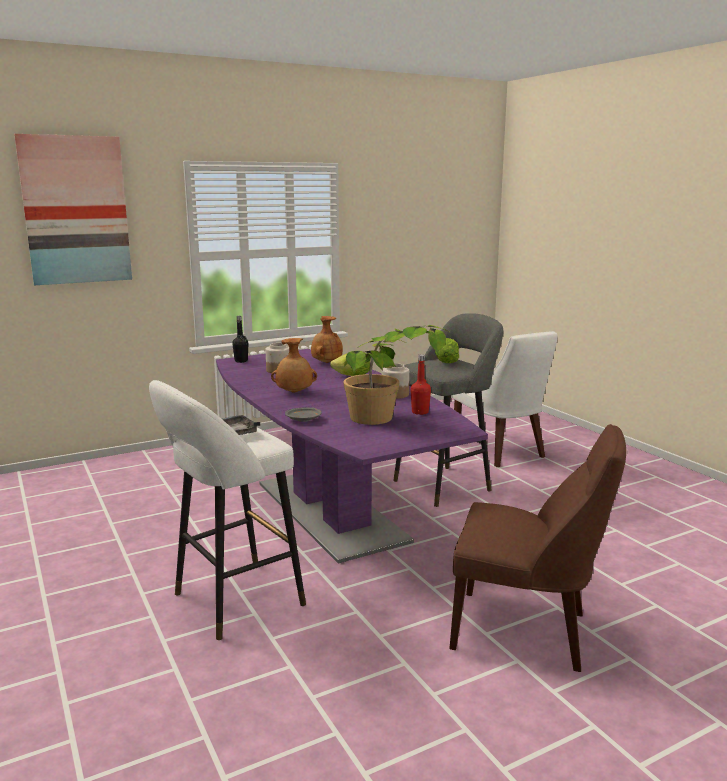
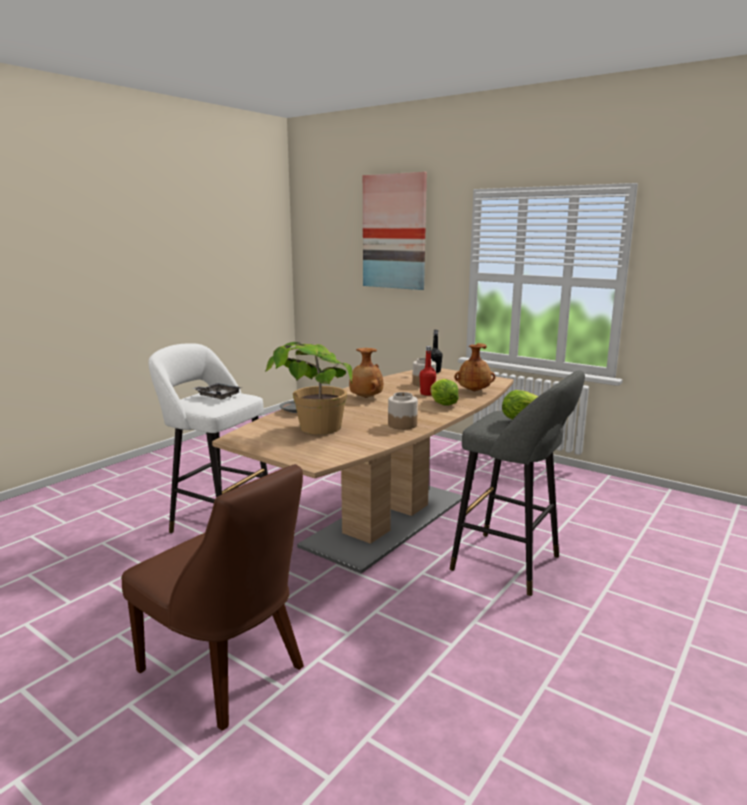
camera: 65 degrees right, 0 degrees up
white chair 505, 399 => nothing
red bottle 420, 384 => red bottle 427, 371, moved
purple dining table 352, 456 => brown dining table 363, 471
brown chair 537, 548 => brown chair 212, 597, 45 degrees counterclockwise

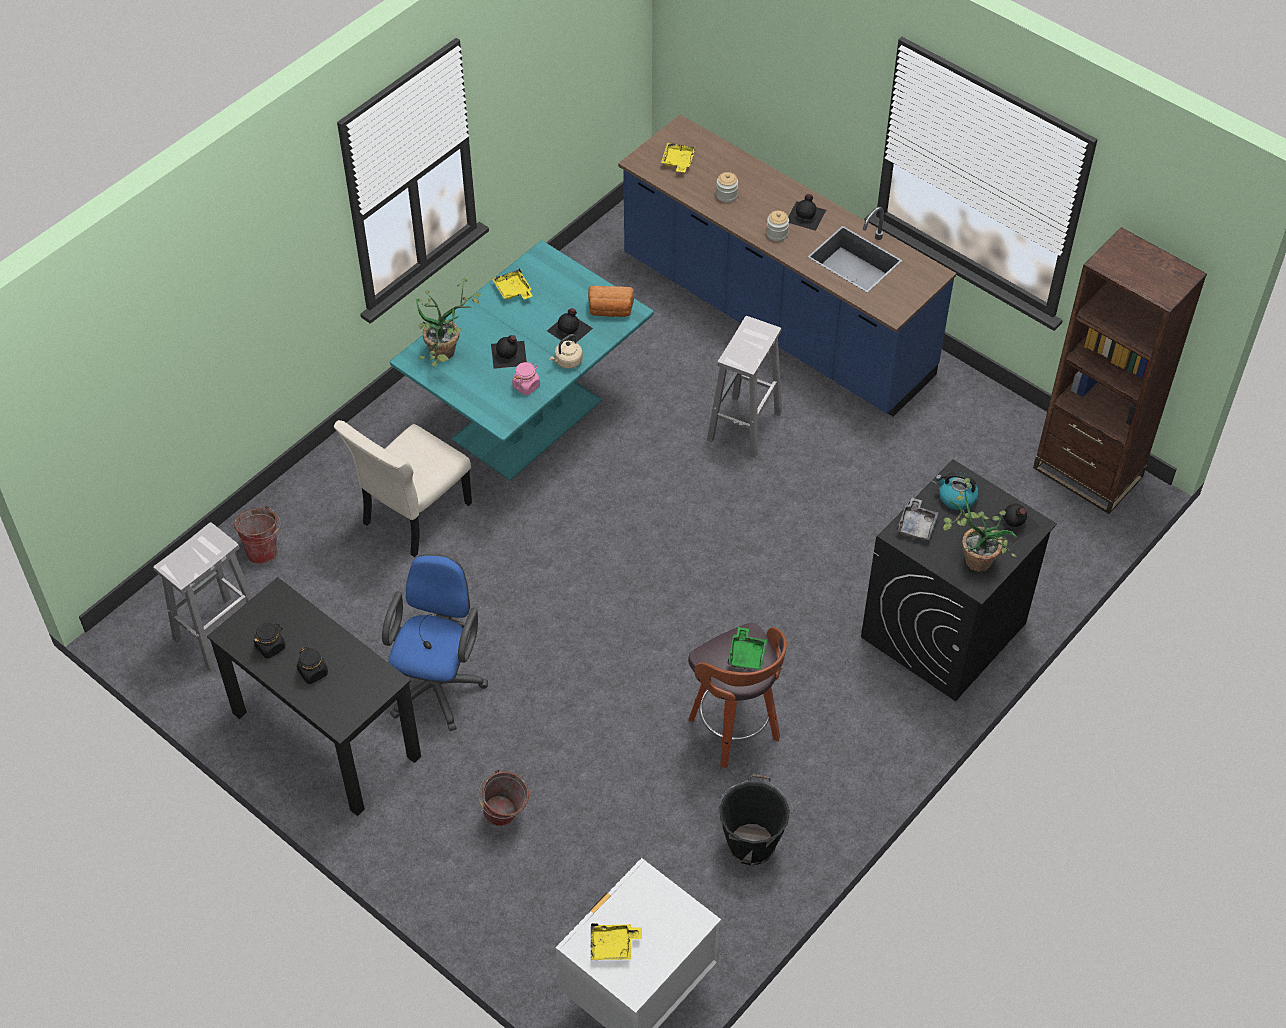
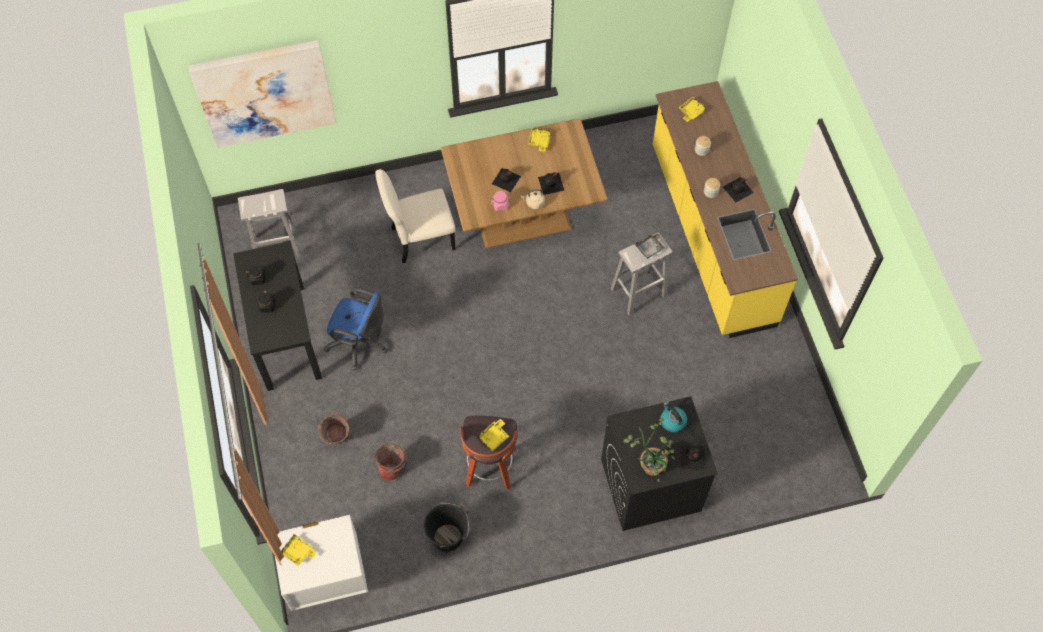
camera: 35 degrees right, 10 degrees up
potted plant 448, 322 => nothing
bread 611, 301 => nothing
brown bookcase 1120, 370 => nothing
nothing => picture 262, 94
bucket 257, 535 => bucket 390, 462, moved
grey tray 918, 519 => grey tray 650, 245, moved
turquoise dining table 522, 360 => brown dining table 524, 183
blue counter 787, 265 => yellow counter 725, 209
green tray 747, 648 => yellow tray 493, 435
blue office chair 435, 642 => blue office chair 356, 329, 60 degrees clockwise

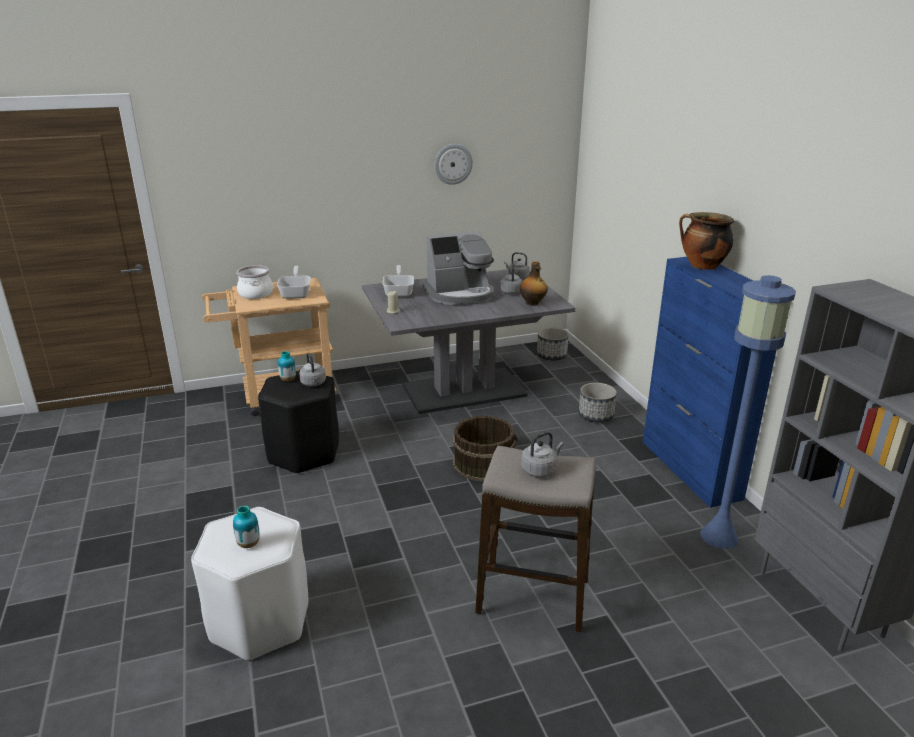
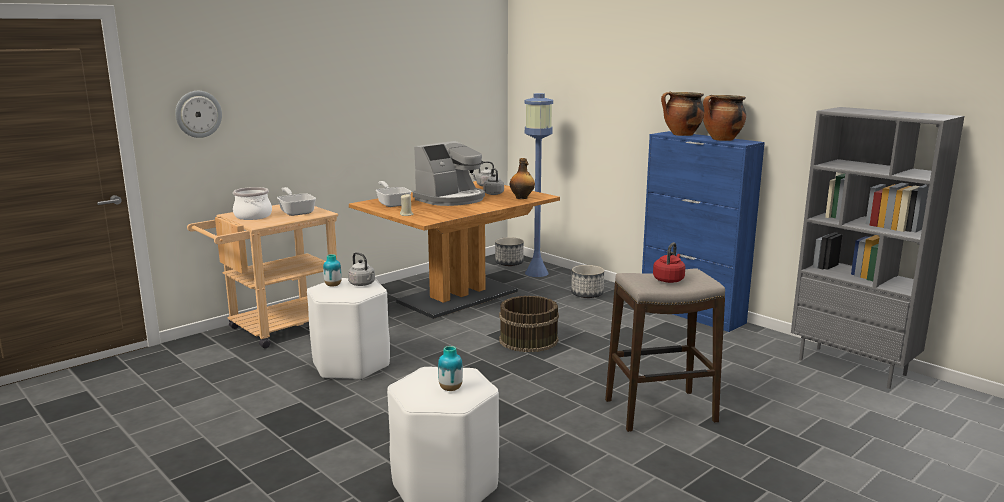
camera: 25 degrees left, 10 degrees down
nothing => cooking pot 724, 118
wall clock 453, 164 => wall clock 198, 114, moved
blue floor lamp 748, 412 => blue floor lamp 539, 185, moved
black stool 298, 422 => white stool 348, 329
grey dining table 469, 342 => brown dining table 454, 250
grey kettle 542, 454 => red kettle 669, 262

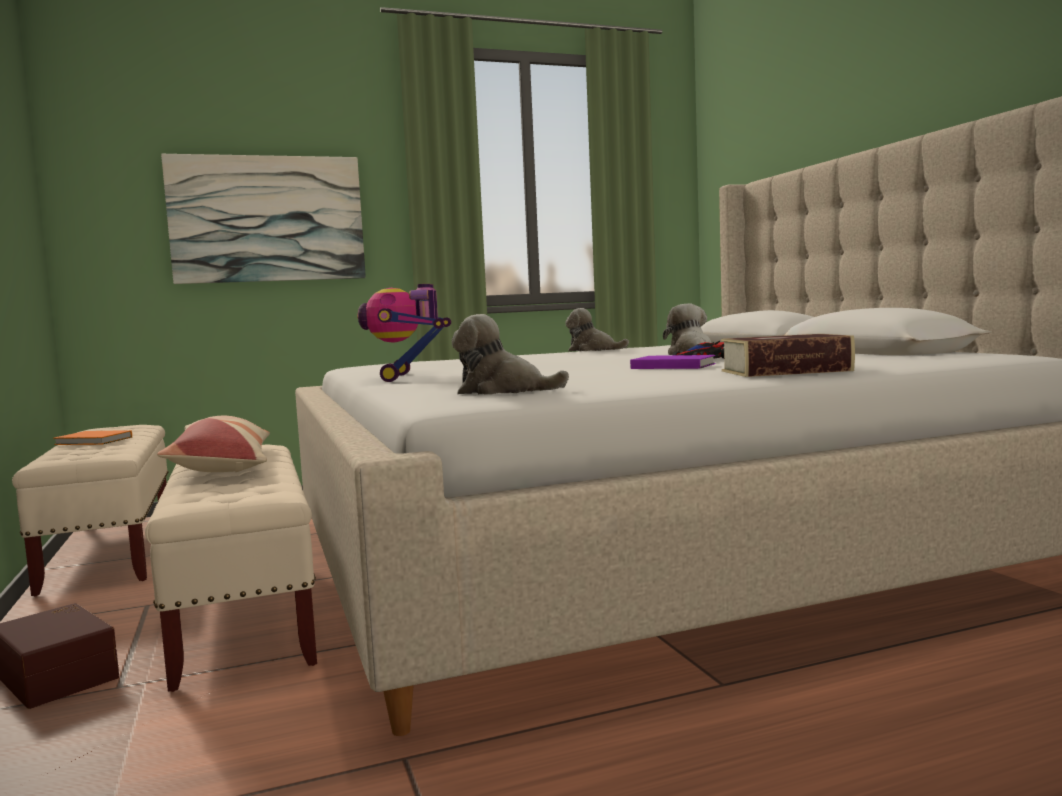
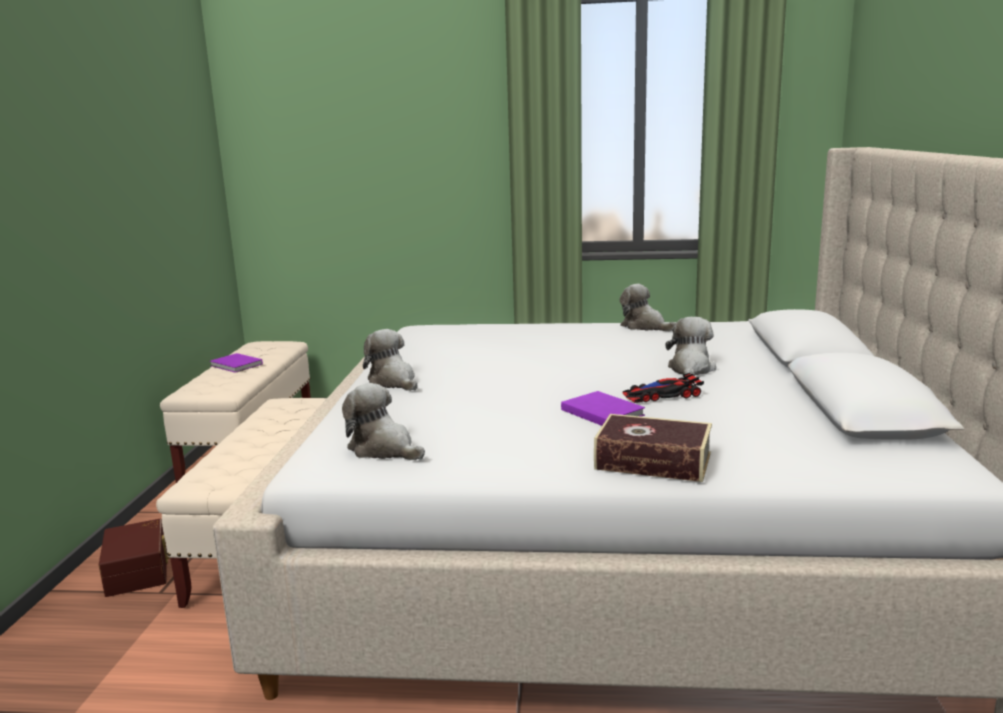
camera: 25 degrees right, 10 degrees up
pillow 213, 444 => nothing
picture 263, 219 => nothing
toy robot 404, 333 => plush toy 390, 360
orange book 92, 437 => purple book 236, 363

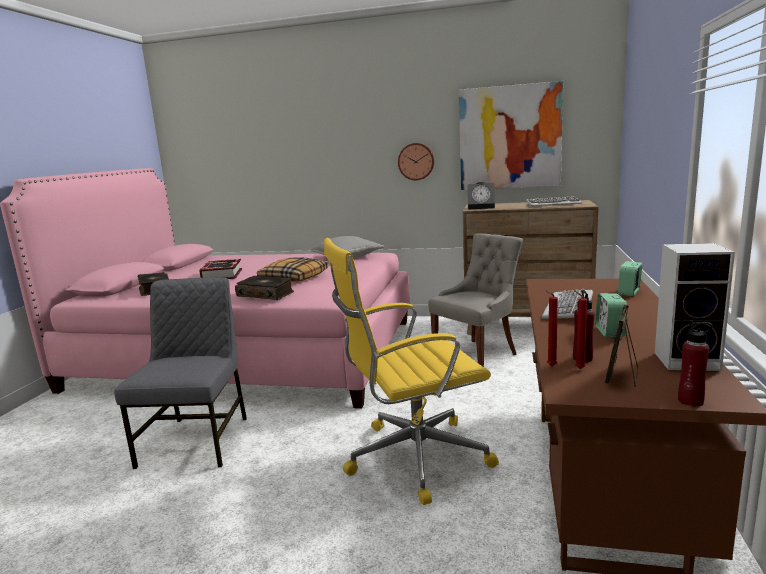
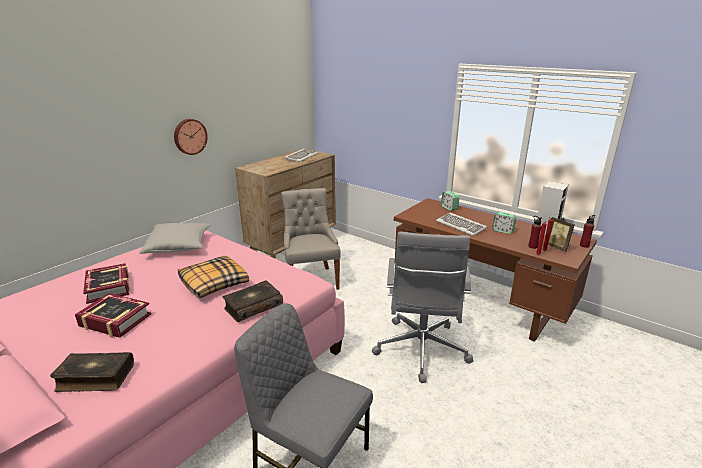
camera: 65 degrees left, 10 degrees up
picture 511, 135 => nothing
alarm clock 481, 195 => nothing
nothing => book 106, 283
yellow office chair 411, 371 => grey office chair 422, 307

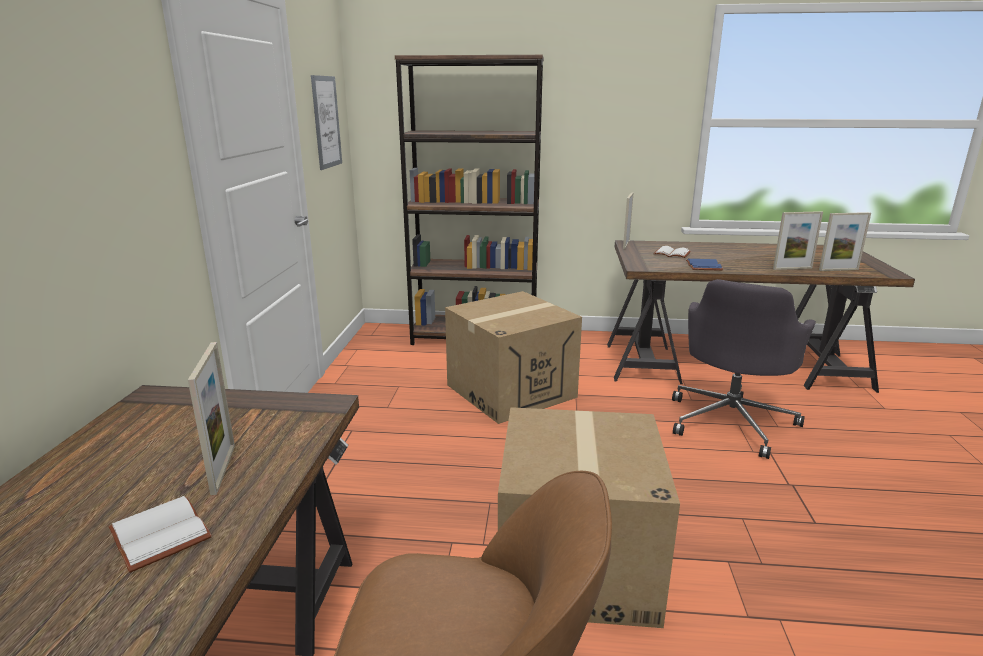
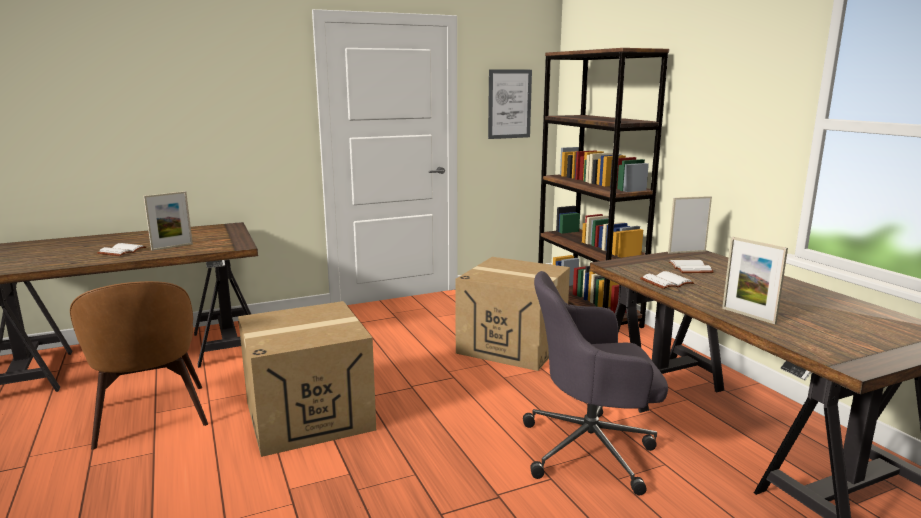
camera: 60 degrees right, 5 degrees down
picture frame 845, 241 => nothing
blue book 704, 265 => white book 667, 280

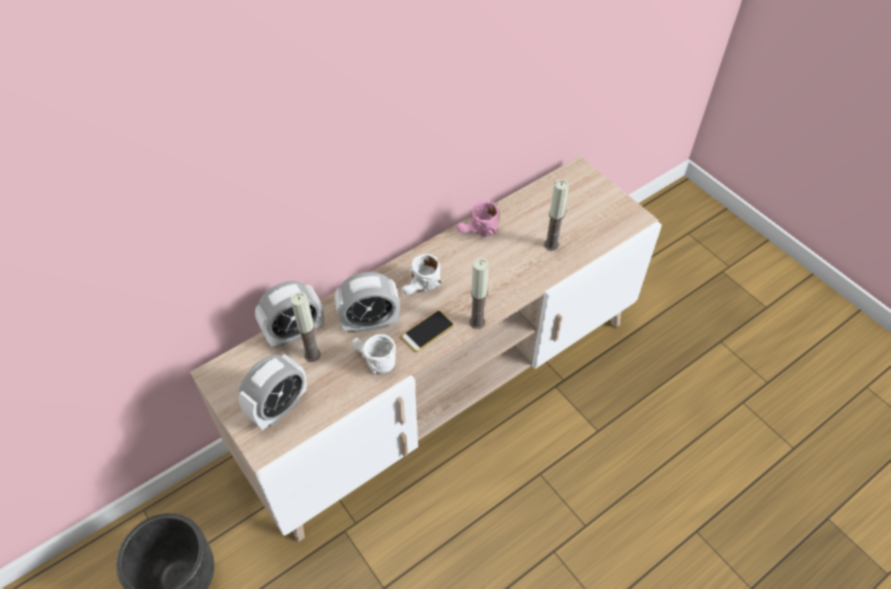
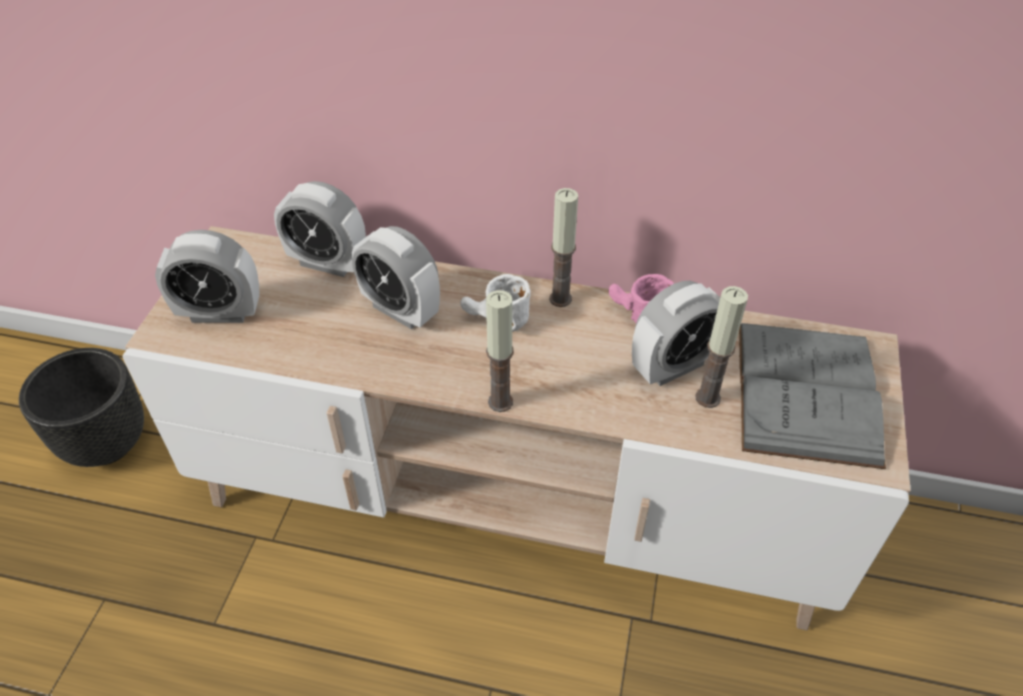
camera: 50 degrees right, 5 degrees down
white mug 374, 354 => nothing
phone 427, 331 => nothing
nothing => alarm clock 676, 333
nothing => grey book 812, 396
candle 306, 327 => candle 563, 247, moved

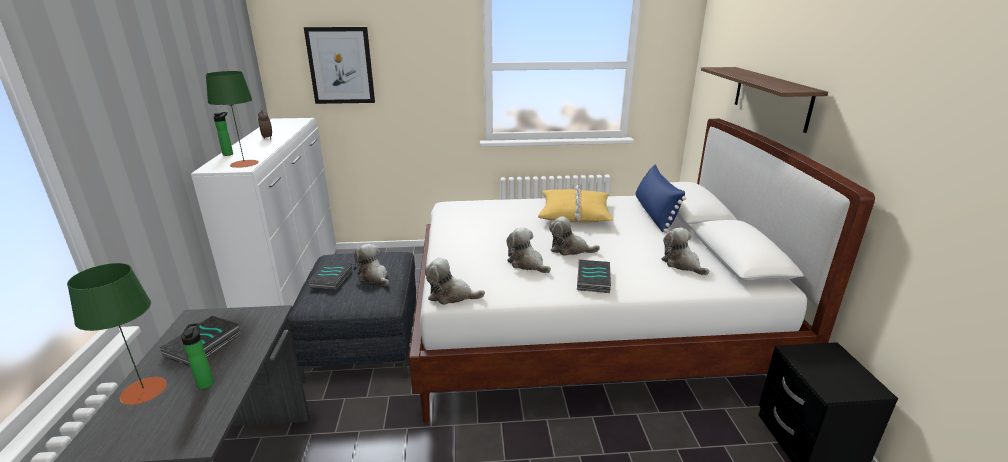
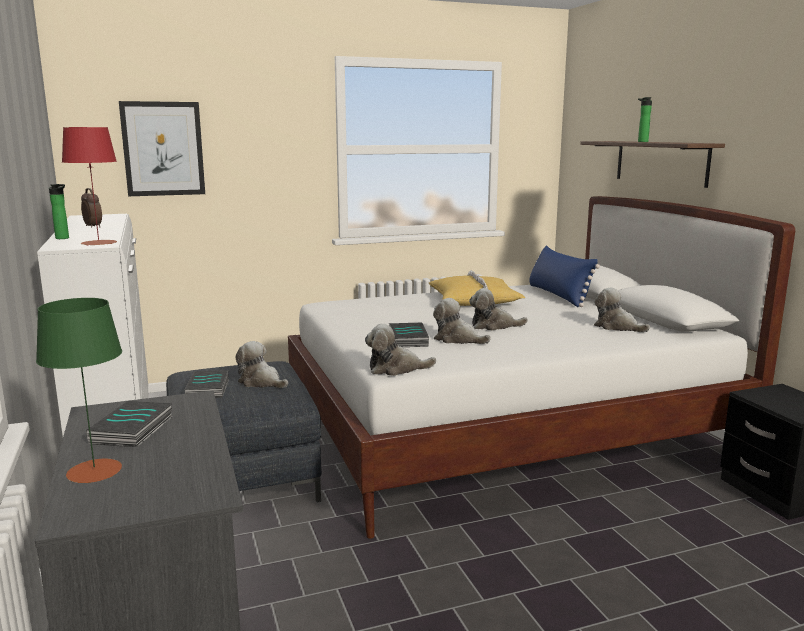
camera: 15 degrees left, 10 degrees down
bottle 197, 356 => bottle 645, 119, moved
book 594, 276 => book 409, 335, moved
green table lamp 232, 119 => red table lamp 89, 186

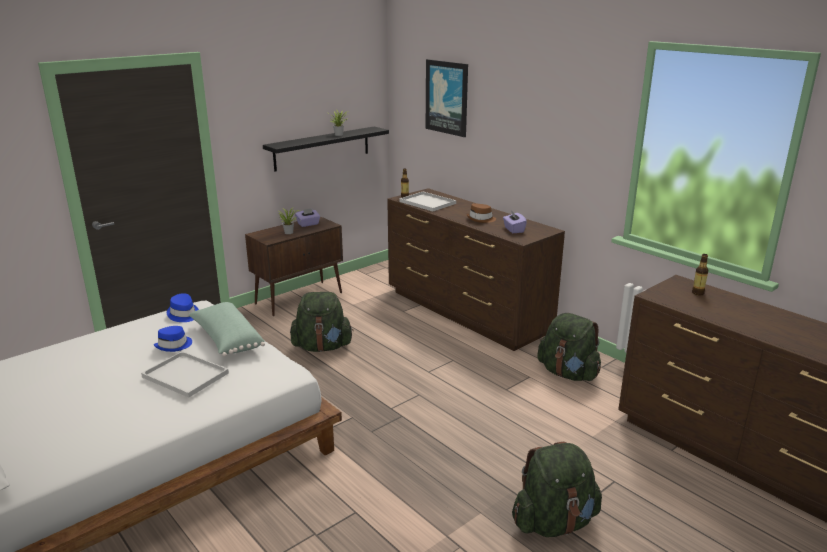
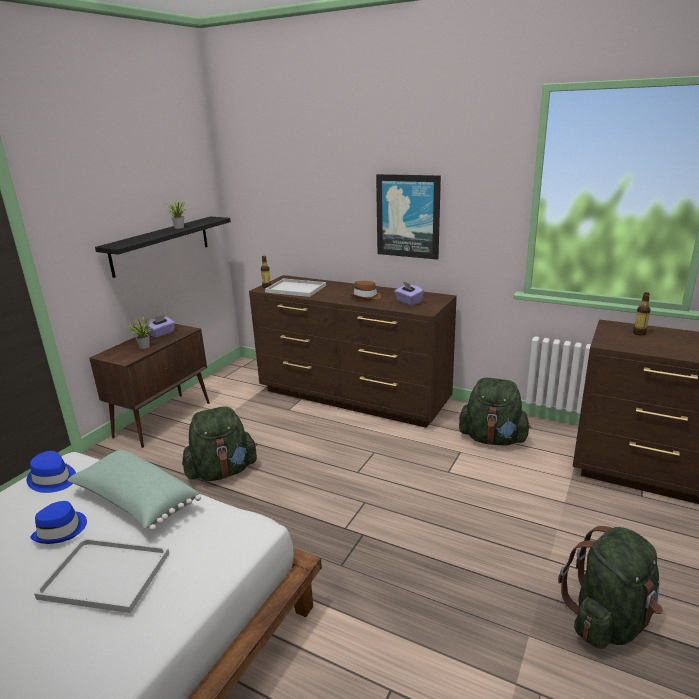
camera: 20 degrees left, 0 degrees up
picture 447, 98 => picture 408, 217, moved

